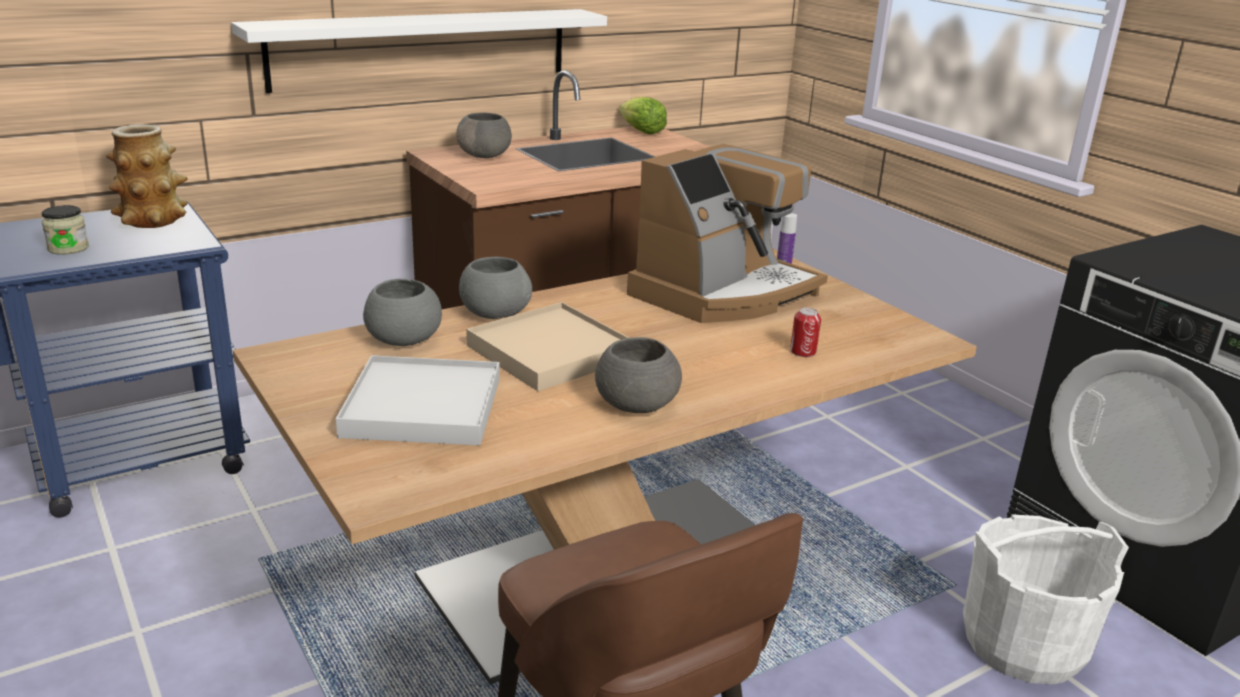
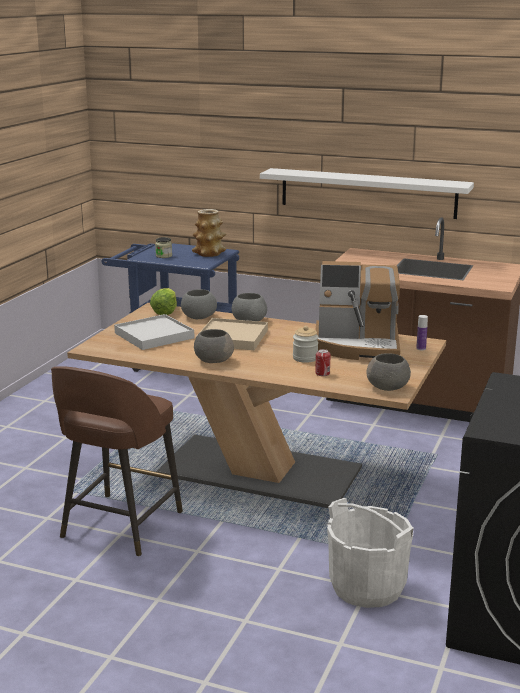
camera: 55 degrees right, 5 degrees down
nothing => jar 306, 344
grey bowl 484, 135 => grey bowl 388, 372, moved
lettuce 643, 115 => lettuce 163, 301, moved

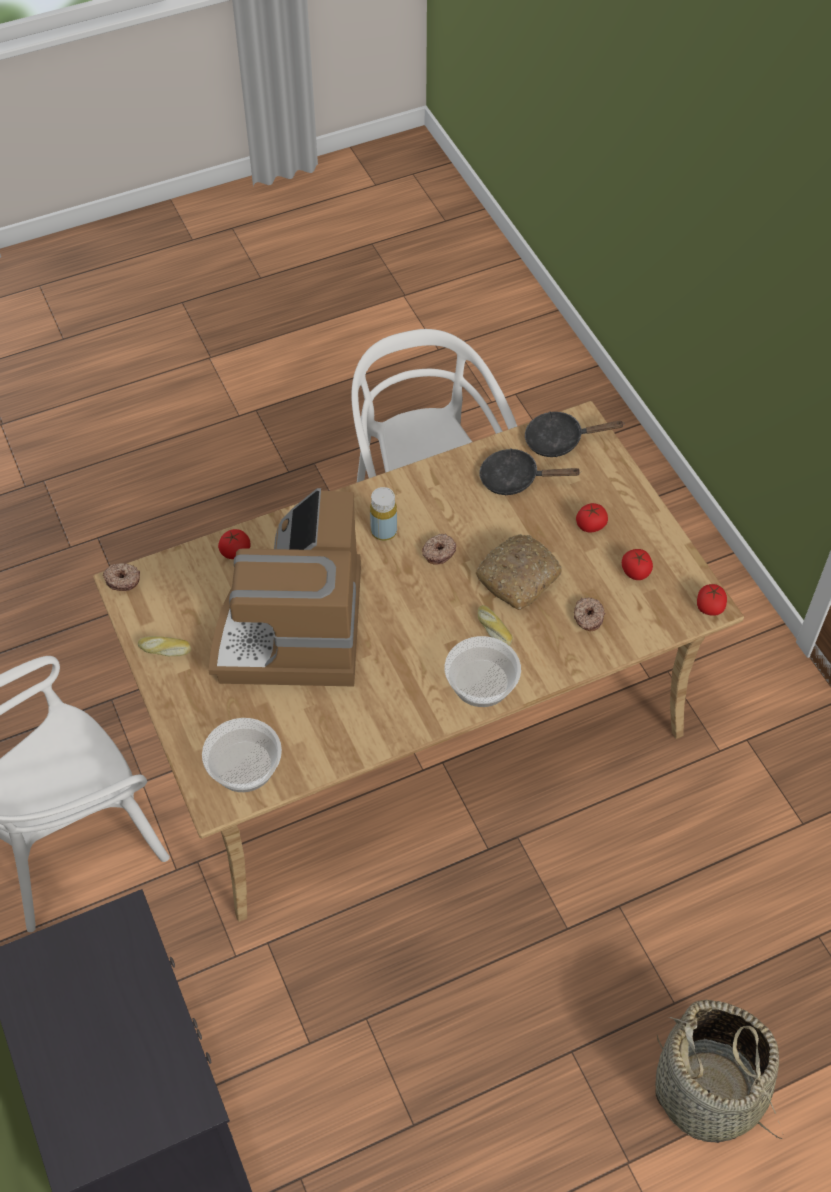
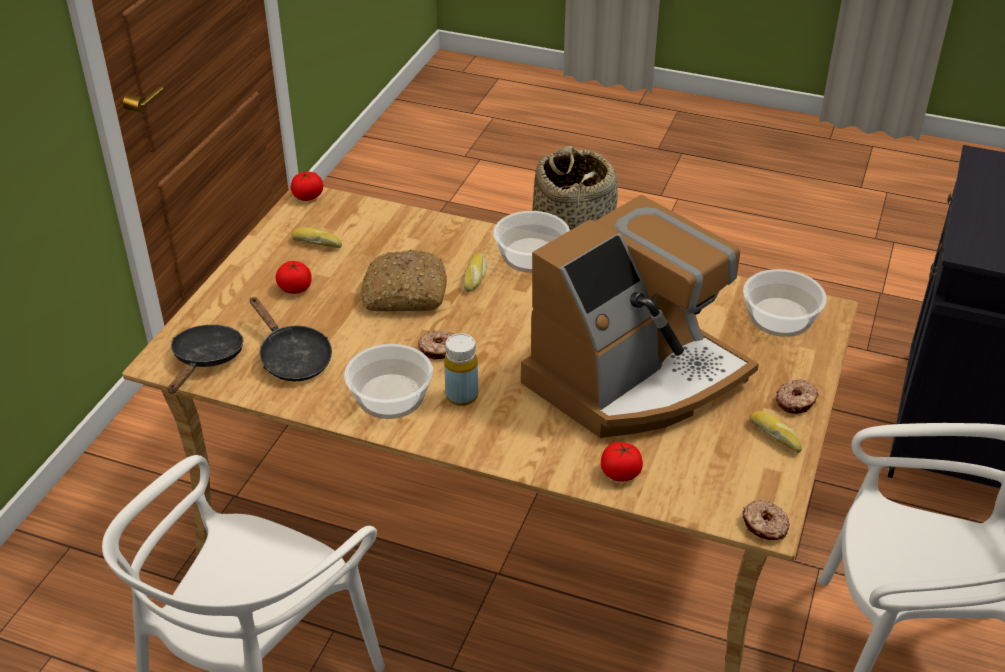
camera: 135 degrees left, 15 degrees down
nothing => bowl 388, 381
donut 589, 614 => donut 797, 397, moved
tomato 637, 564 => bread 316, 237
black frying pan 575, 434 => black frying pan 205, 359, 120 degrees counterclockwise

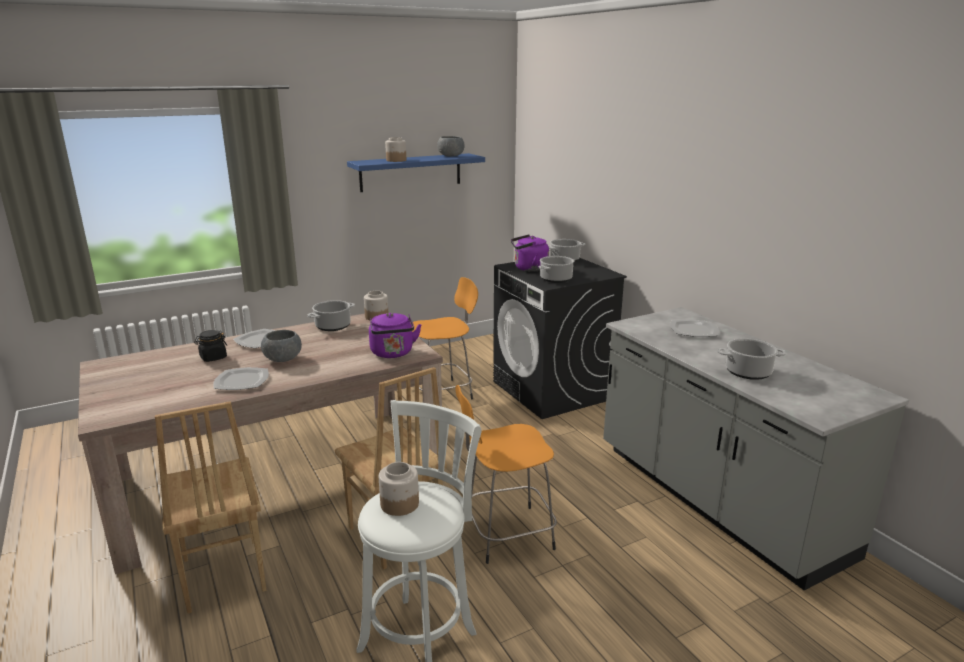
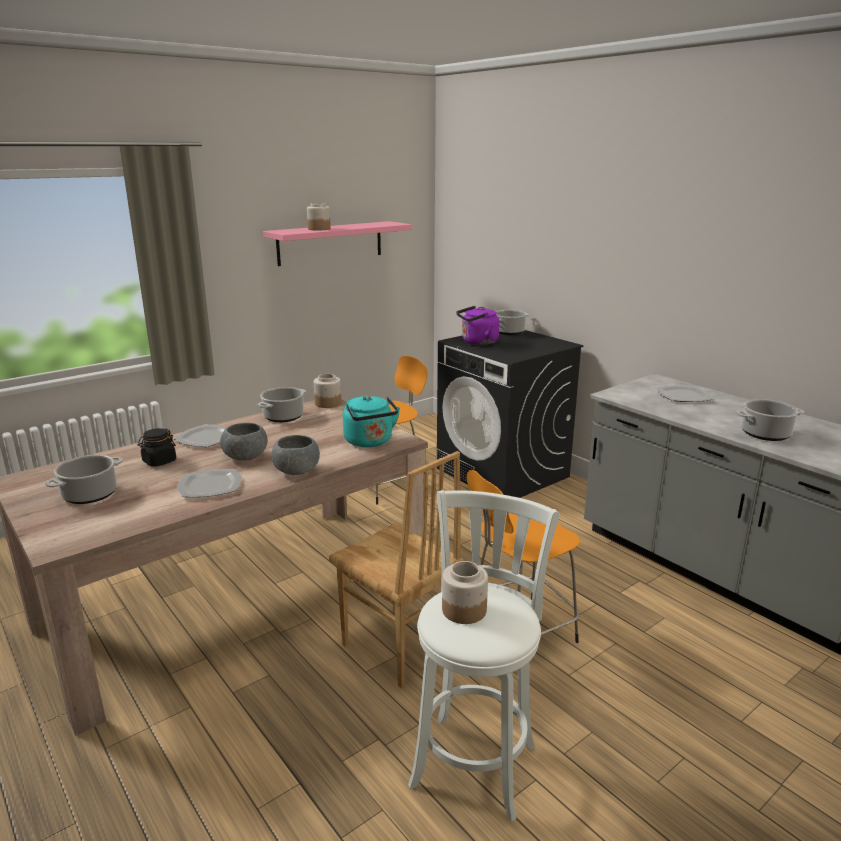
camera: 10 degrees left, 0 degrees up
brown chair 210, 507 => nothing
grey bowl 451, 146 => grey bowl 295, 455, moved
cooking pot 557, 269 => cooking pot 84, 479, moved
blue shelf 416, 172 => pink shelf 337, 243
purple kettle 395, 335 => turquoise kettle 371, 421

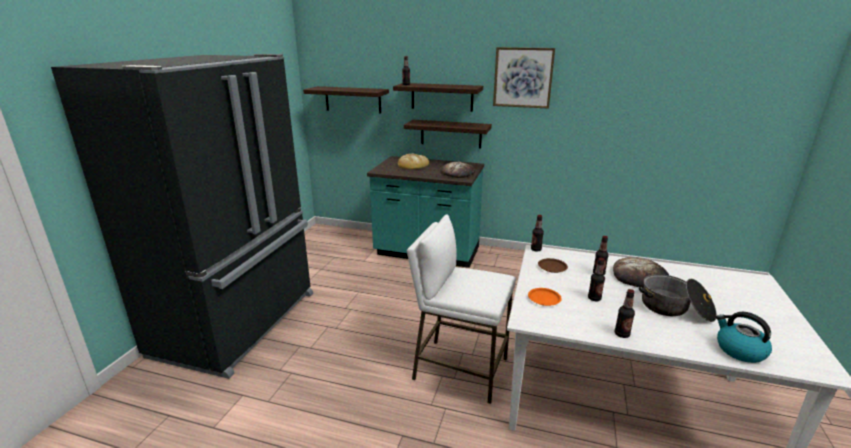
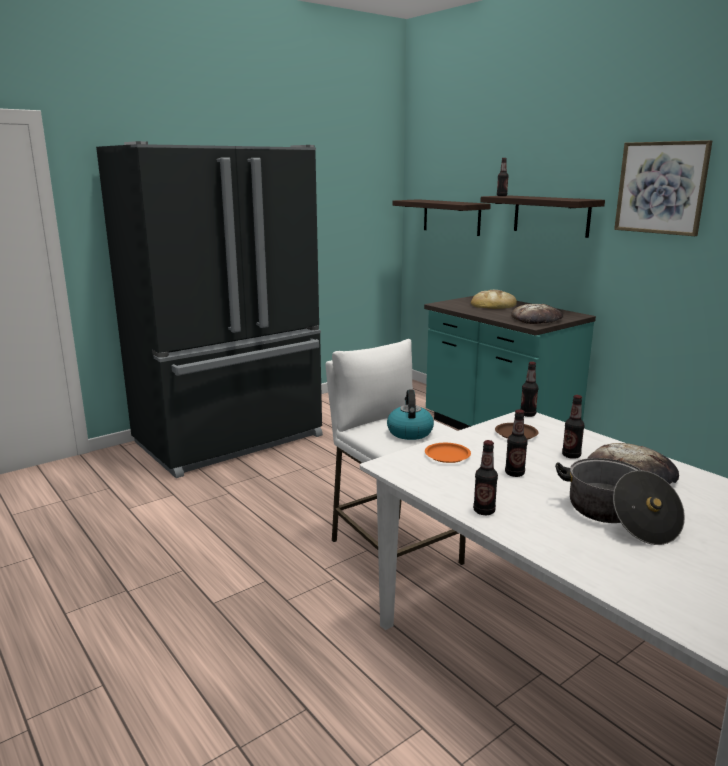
camera: 35 degrees right, 5 degrees down
shelf 448, 134 => nothing
kettle 744, 337 => kettle 410, 415, moved

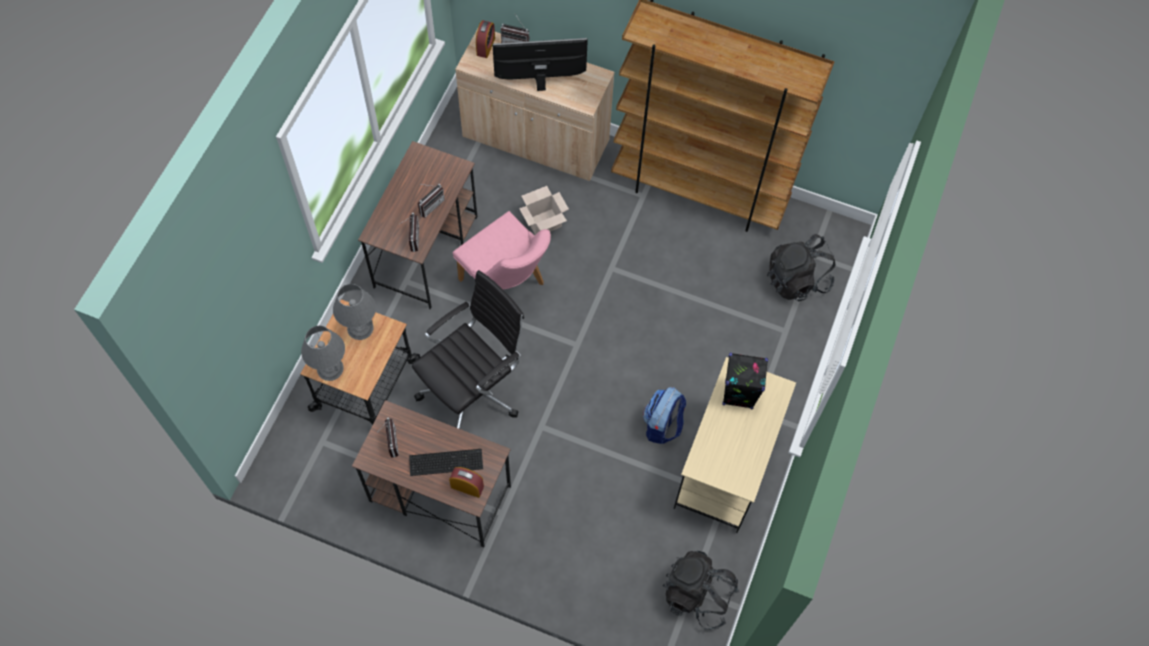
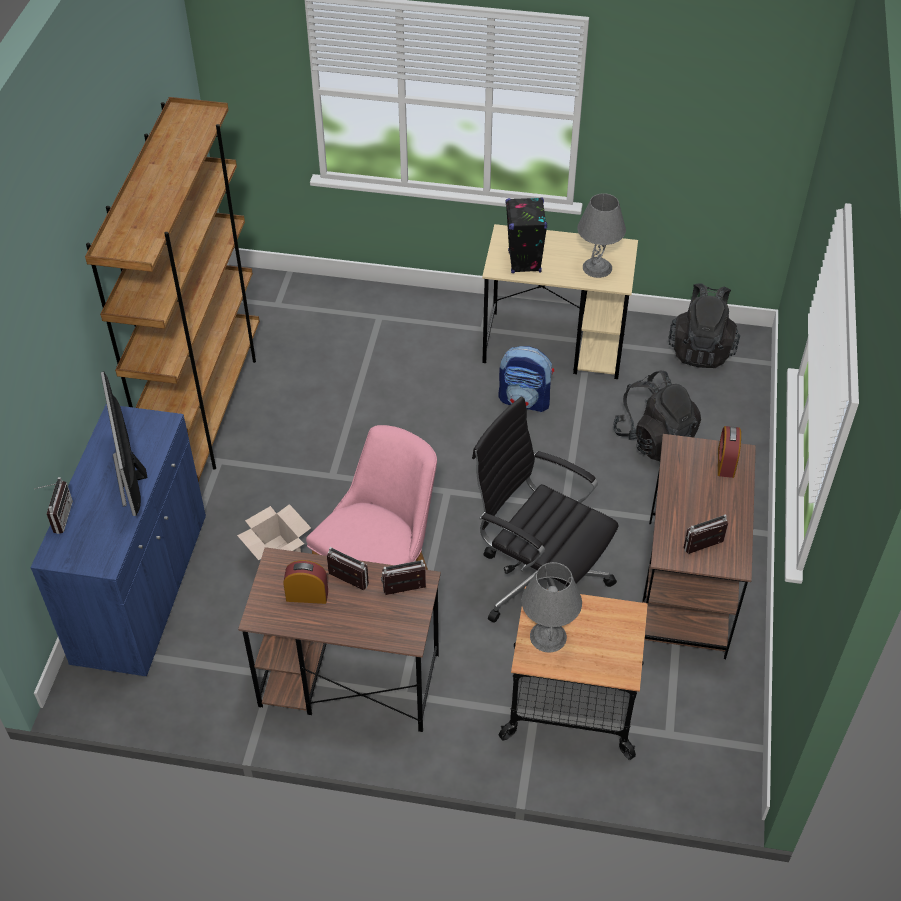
camera: 100 degrees left, 15 degrees down
keyboard 446, 462 => nothing
grey table lamp 323, 353 => grey table lamp 601, 235, moved
alarm clock 485, 39 => alarm clock 305, 582, moved
black backpack 801, 268 => black backpack 657, 416, moved
beige cabinet 535, 105 => blue cabinet 118, 540

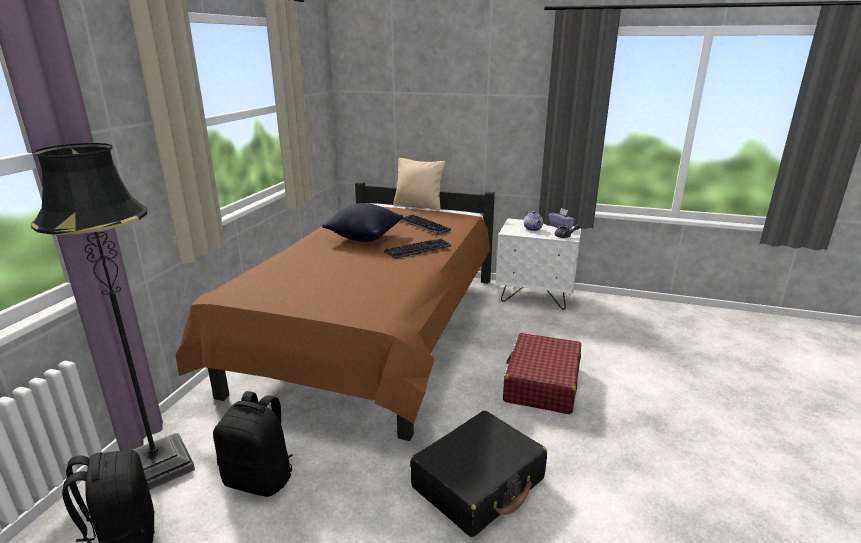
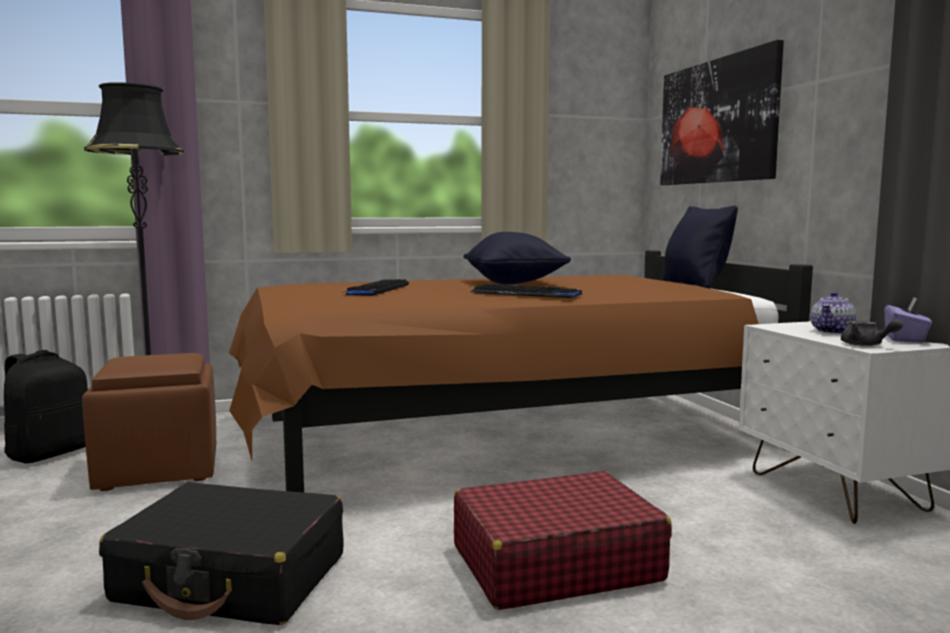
camera: 55 degrees right, 15 degrees down
nothing => picture 722, 112
keyboard 425, 224 => keyboard 375, 287, moved
black backpack 253, 444 => brown ottoman 149, 422
beige pillow 419, 184 => black pillow 700, 247

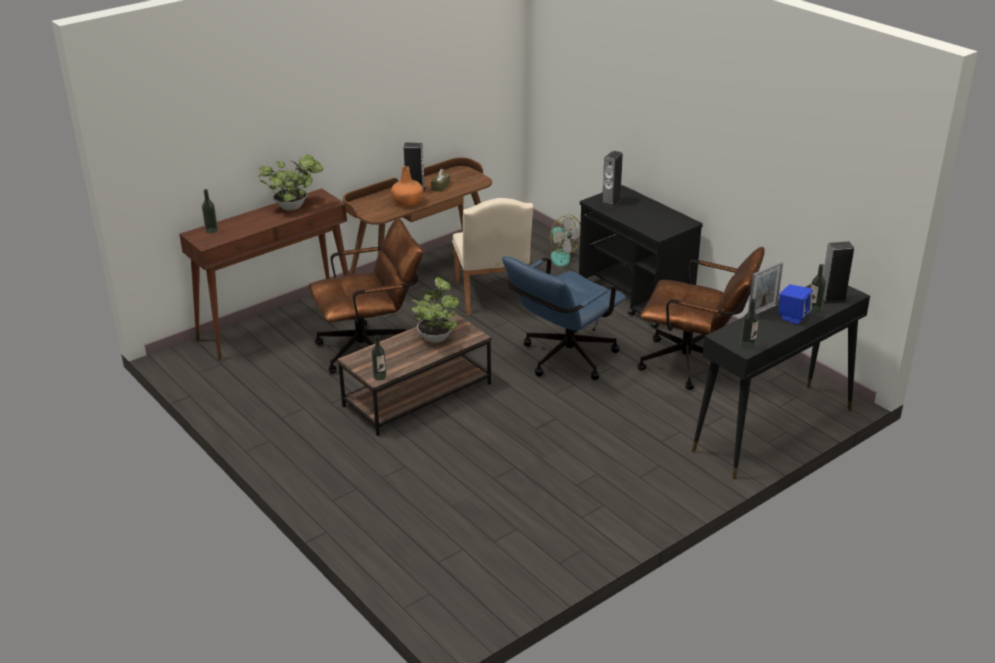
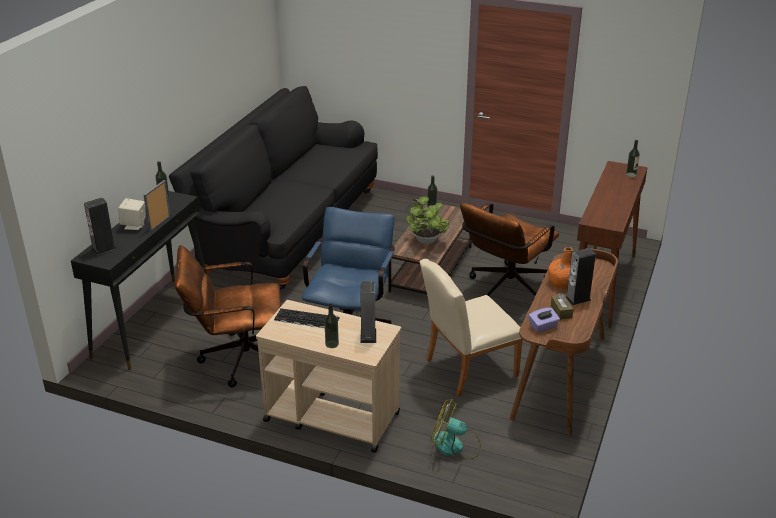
camera: 150 degrees right, 0 degrees up
potted plant 290, 183 => nothing
nothing => black sofa 273, 188
nothing => keyboard 307, 318
nothing => purple tissue box 544, 320
bottle 818, 288 => bottle 331, 325, moved
black cart 641, 257 => beige cart 328, 376
blue speaker 796, 304 => beige speaker 132, 214
beige chair 492, 256 => beige chair 471, 327, 75 degrees counterclockwise

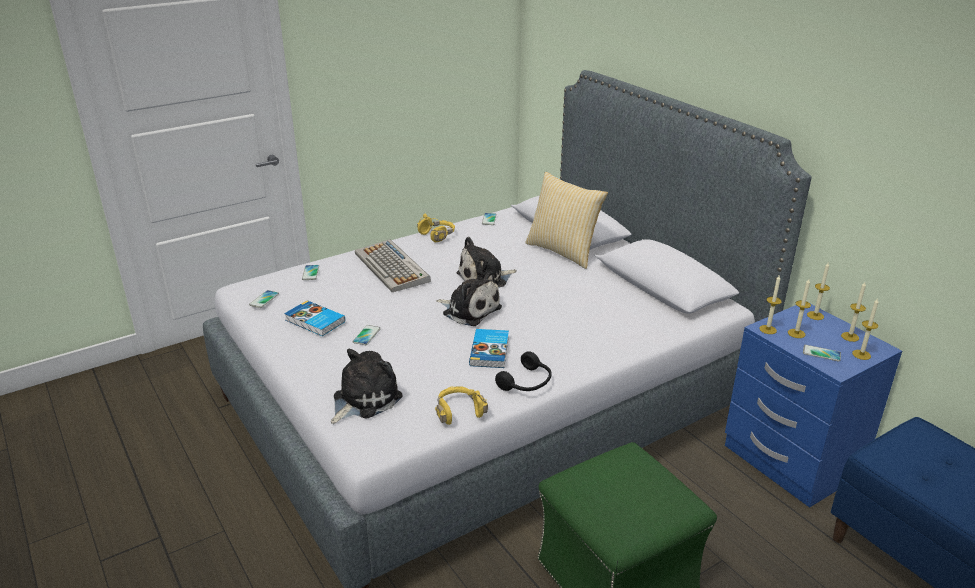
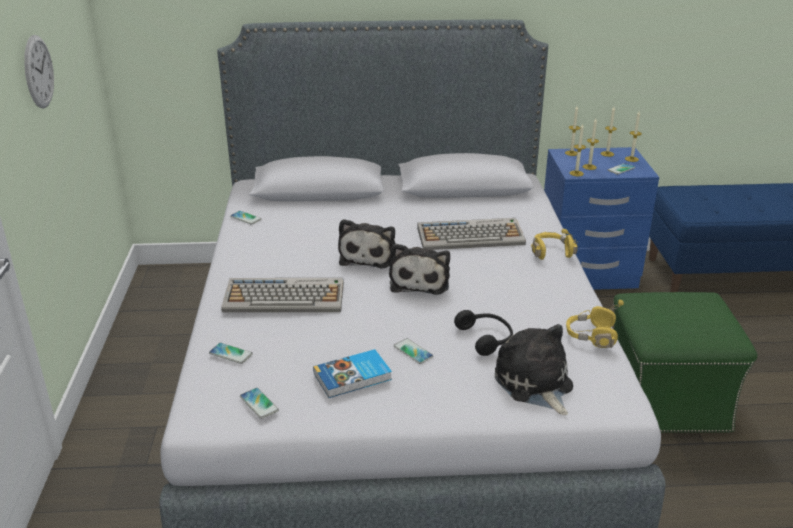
camera: 60 degrees left, 0 degrees up
book 489, 348 => nothing
pillow 566, 220 => nothing
nothing => wall clock 39, 72
nothing => keyboard 471, 234
yellow headphones 436, 228 => yellow headphones 554, 244, moved
black headphones 523, 371 => black headphones 483, 333, moved
plush toy 469, 298 => plush toy 419, 269, 120 degrees clockwise

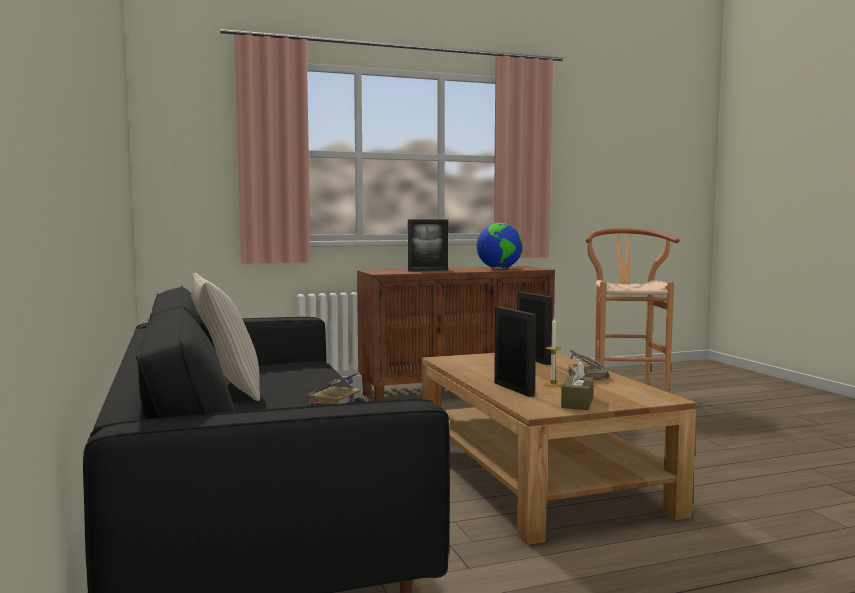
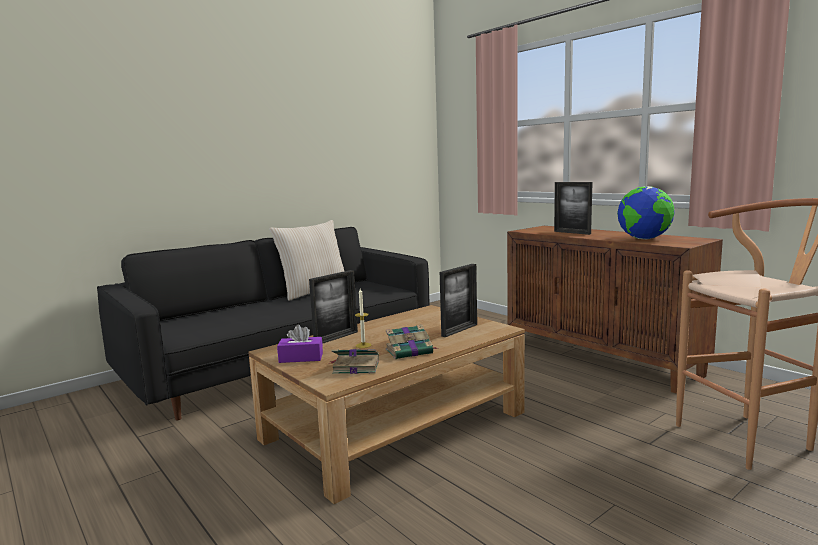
camera: 70 degrees right, 5 degrees up
book 335, 388 => book 354, 361, moved
brown tissue box 577, 385 => purple tissue box 300, 344

